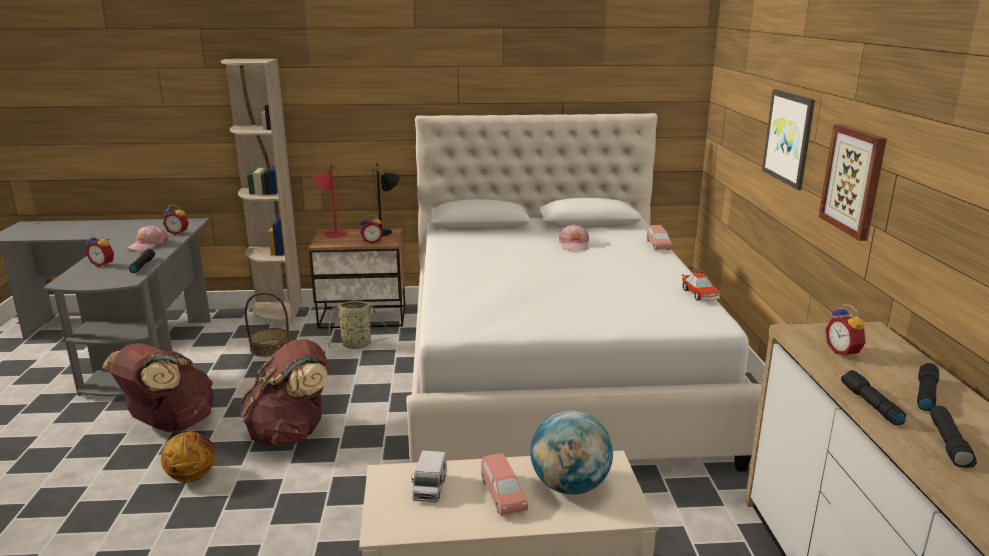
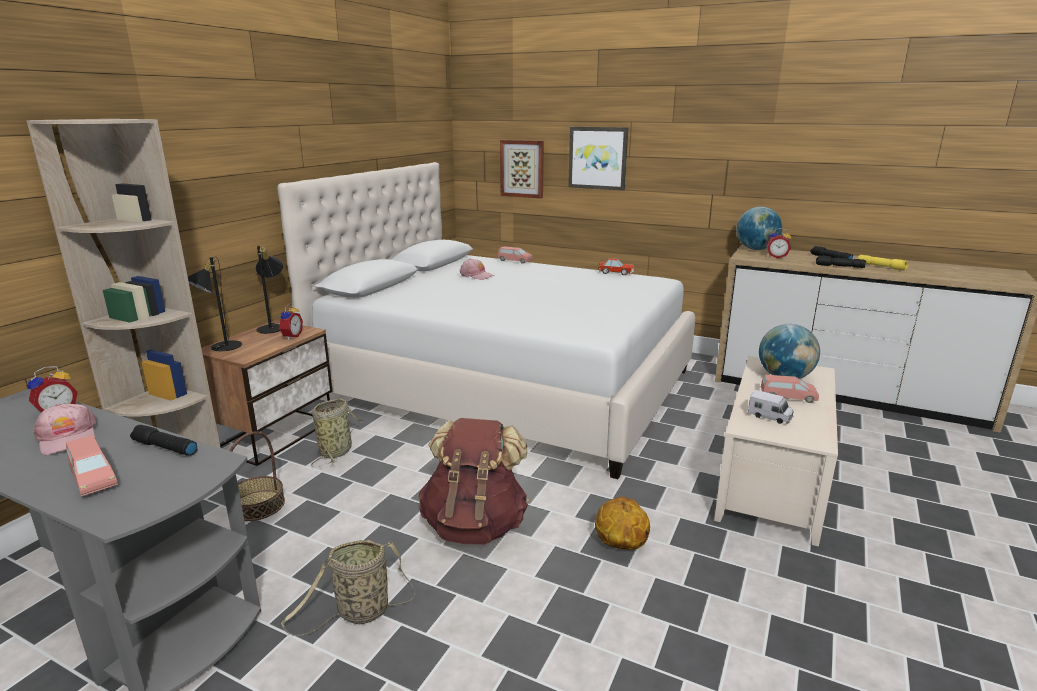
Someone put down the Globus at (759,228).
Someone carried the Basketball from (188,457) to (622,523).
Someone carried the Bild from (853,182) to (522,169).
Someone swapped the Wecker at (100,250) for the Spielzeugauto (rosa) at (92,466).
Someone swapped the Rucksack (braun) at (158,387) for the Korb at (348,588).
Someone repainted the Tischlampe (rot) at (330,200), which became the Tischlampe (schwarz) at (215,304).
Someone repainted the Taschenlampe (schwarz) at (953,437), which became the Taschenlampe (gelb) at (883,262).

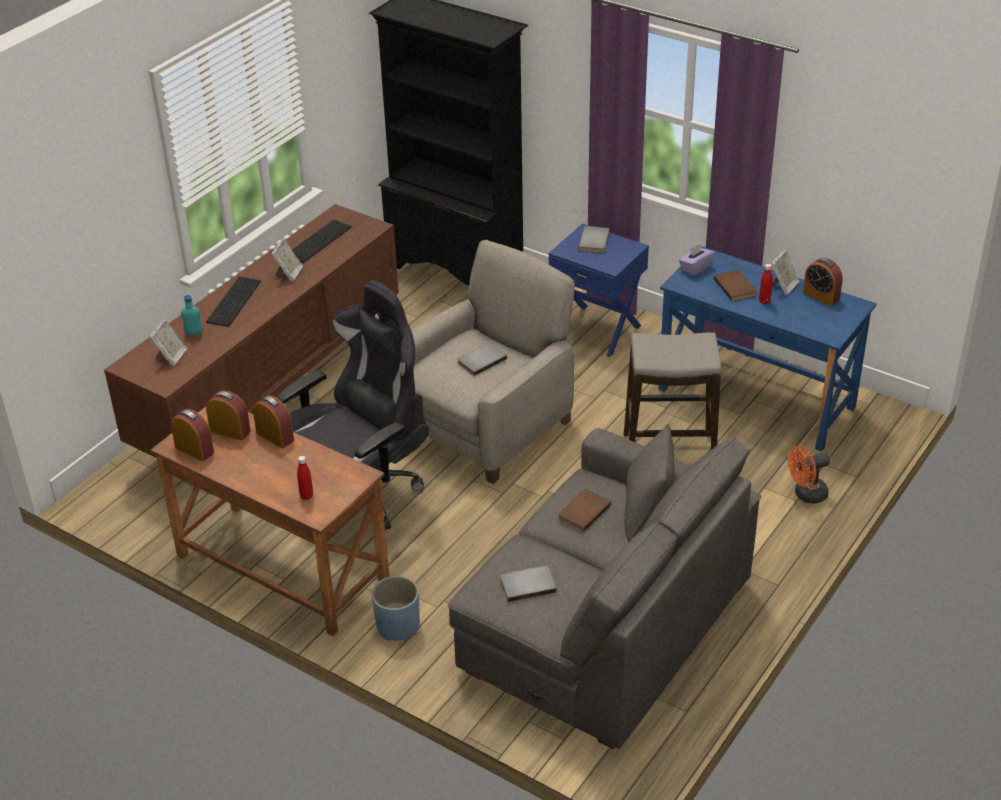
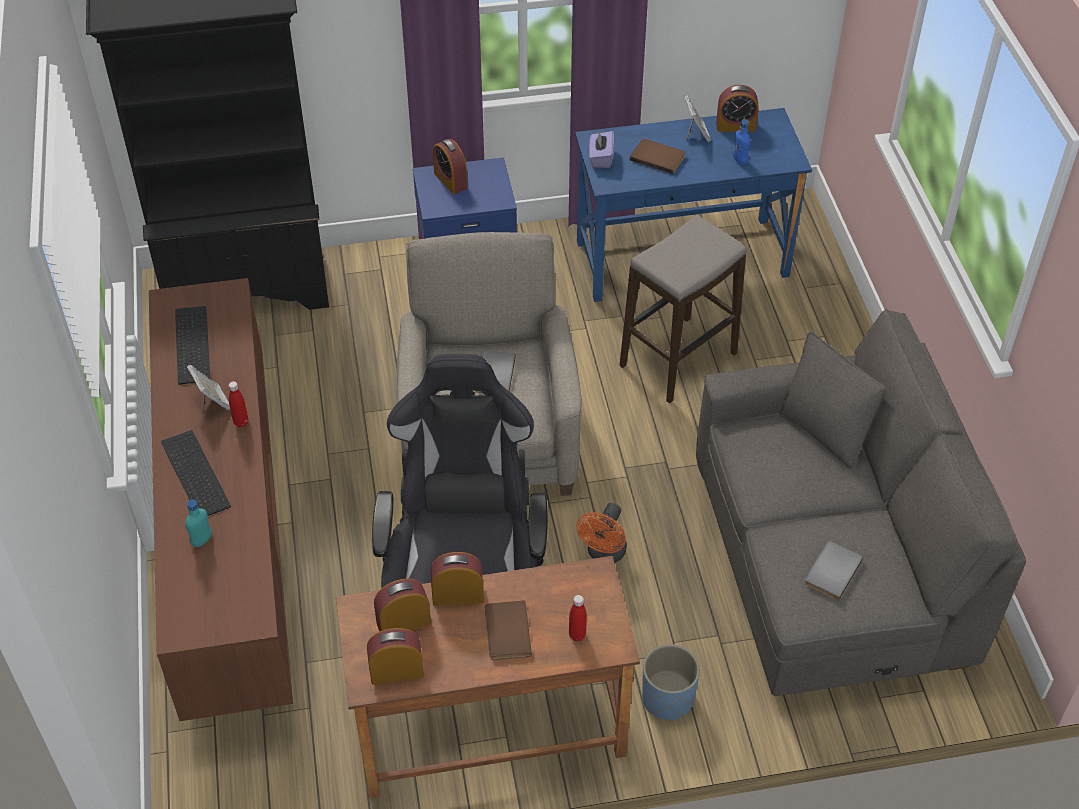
Someone took away the Bilderrahmen at (168,342).
Someone put down the Flasche (blau) at (742,142).
Someone carried the Buch (braun) from (584,510) to (508,630).
Someone carried the Flasche (rot) from (766,284) to (238,404).
Someone carried the Ventilator (orange) from (809,474) to (601,533).
Someone swapped the Buch (grau) at (594,239) for the Wecker at (450,166).

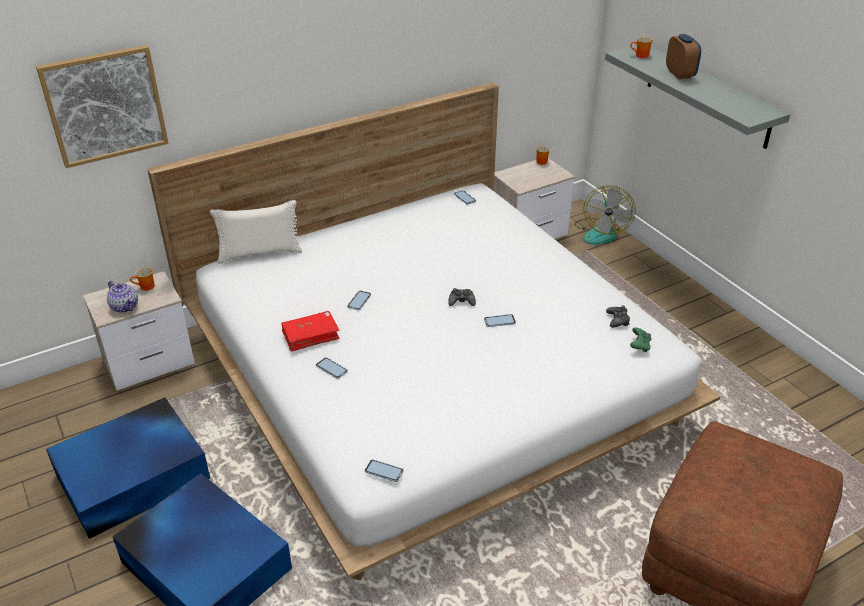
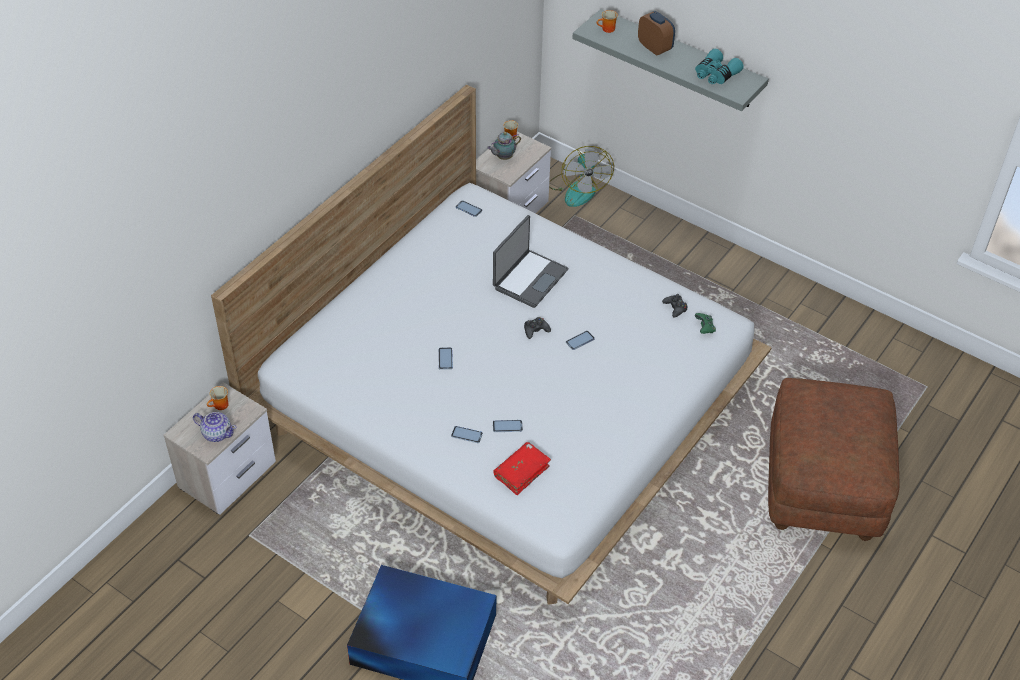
Someone took away the Bild at (102,106).
Someone took away the Aufbewahrungsbox (blau) at (128,468).
Someone took away the Kissen (weiß) at (255,232).
Someone put down the Teekanne at (504,146).
Someone put down the Laptop at (530,261).
Someone put down the Fernglas (türkis) at (719,66).
Someone carried the Buch (rot) from (310,331) to (522,468).
Someone carried the Handy from (384,471) to (508,426).

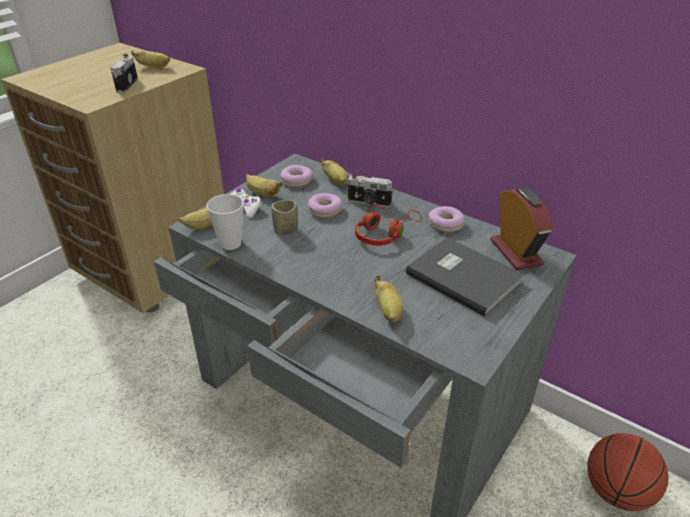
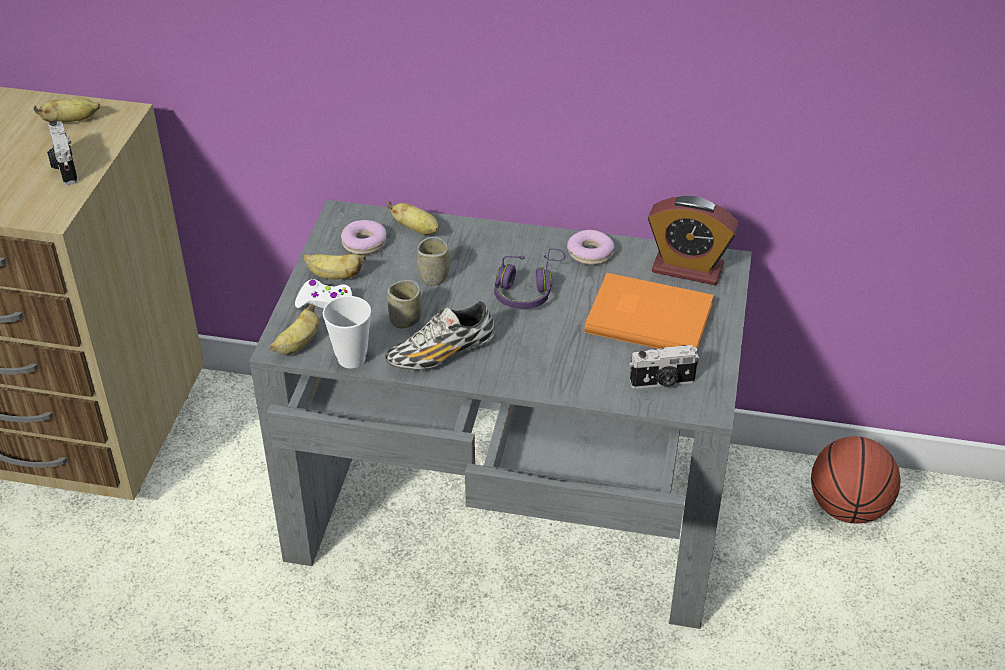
Someone took away the Banane at (388,298).
Someone put down the Schuh at (439,335).
Someone carried the Kamera from (370,191) to (664,367).
Someone swapped the Donut at (325,205) for the Tasse at (433,261).
Someone repainted the Kopfhörer (rot) at (388,225), which became the Kopfhörer (lila) at (529,279).
Someone repainted the Buch (grau) at (465,277), which became the Buch (orange) at (649,311).
Someone rotated the Wecker at (522,229) by 150 degrees clockwise.

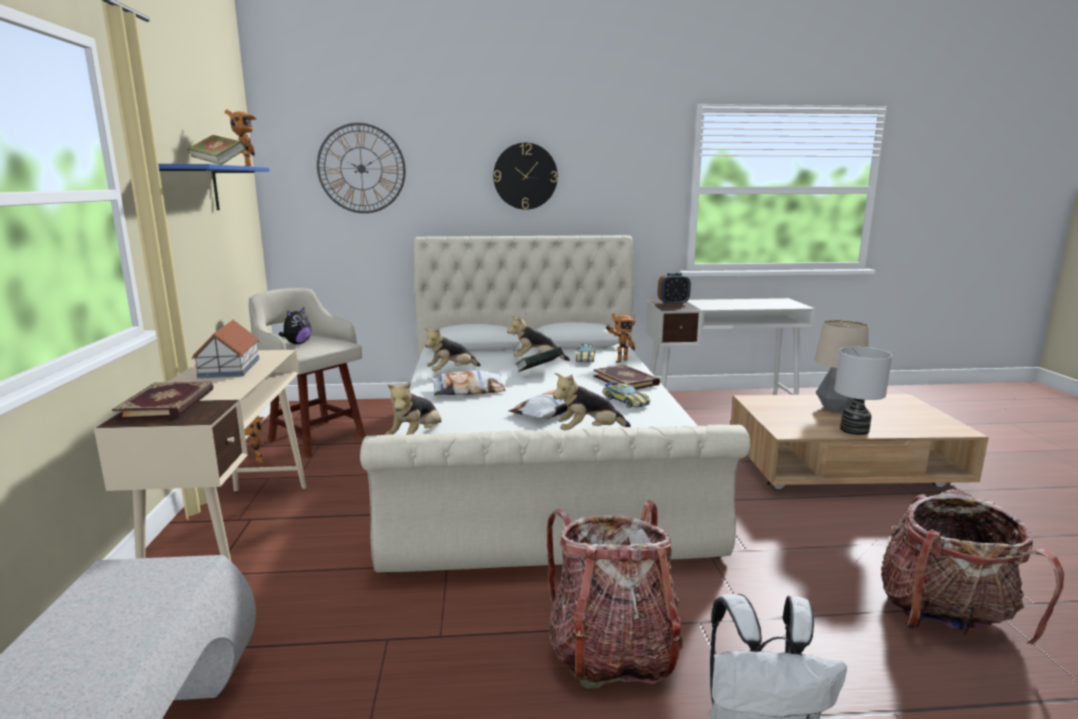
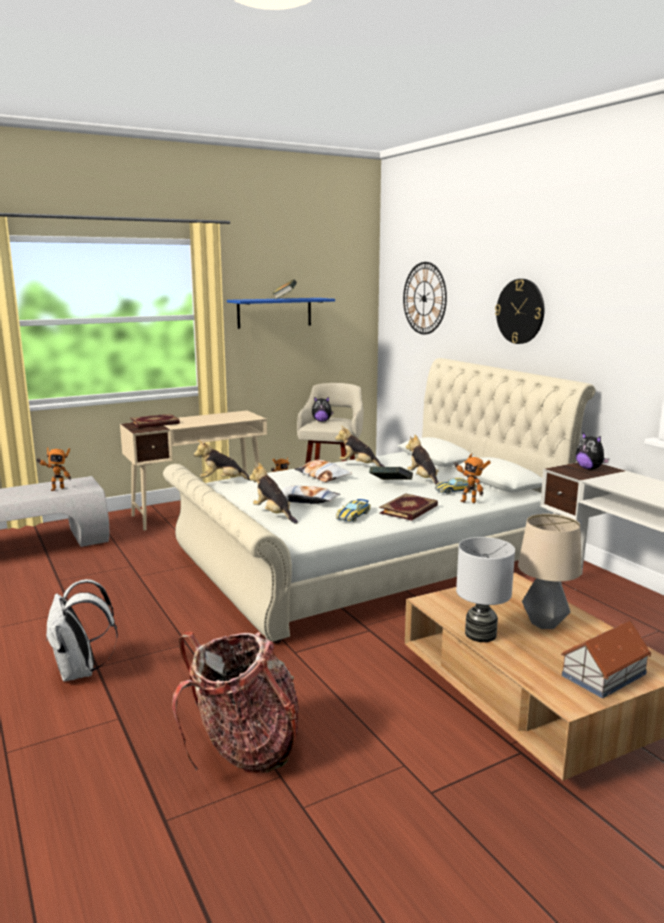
Someone took away the Rucksack at (615,594).
Someone carried the Spielzeughaus from (225,349) to (606,659).
Someone carried the Spielzeugroboter from (241,137) to (53,469).
Someone swapped the Wecker at (674,289) for the Plüschtier at (593,451).

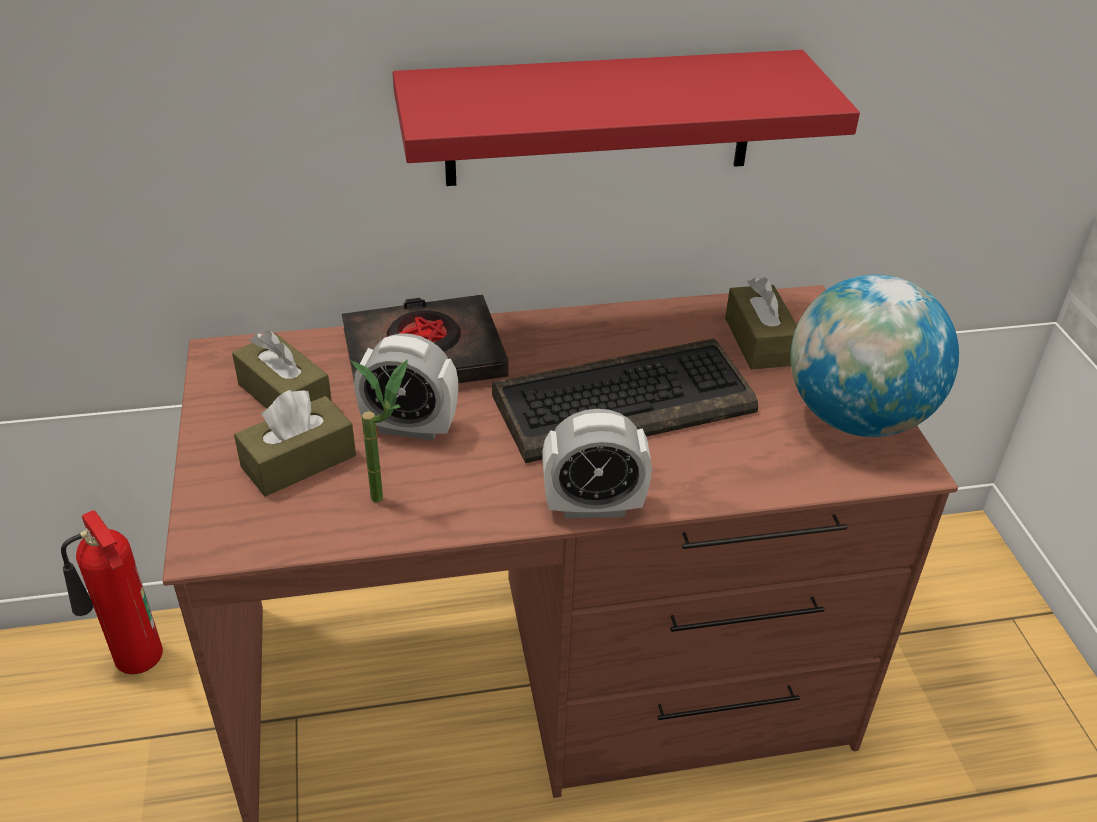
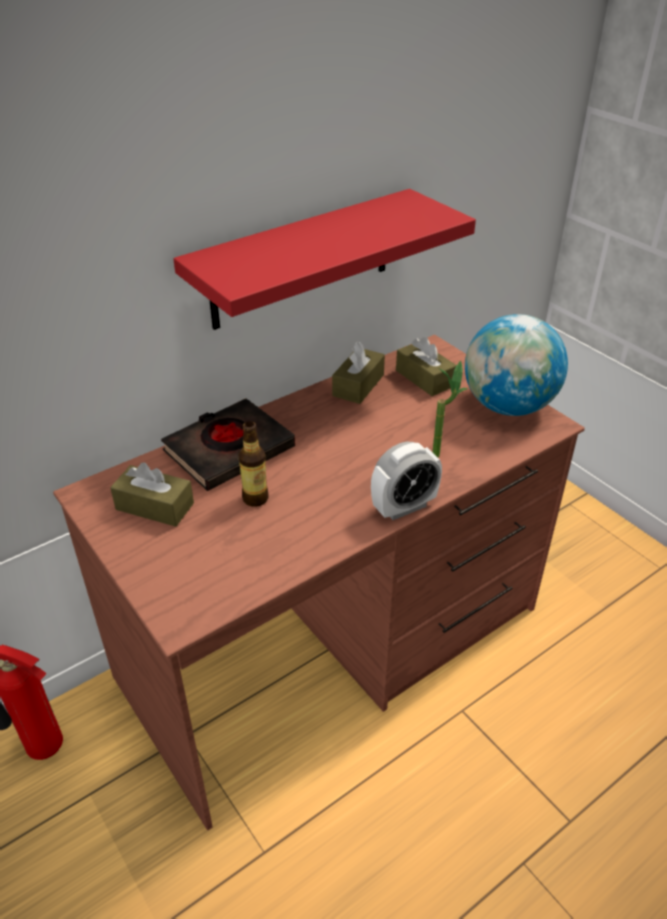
Someone took away the Tastatur at (625,401).
Someone carried the Taschentuchbox (braun) from (295,443) to (358,373).
Someone carried the Topfpflanze from (379,431) to (450,408).
Someone swapped the Wecker at (406,387) for the Flasche at (253,464).

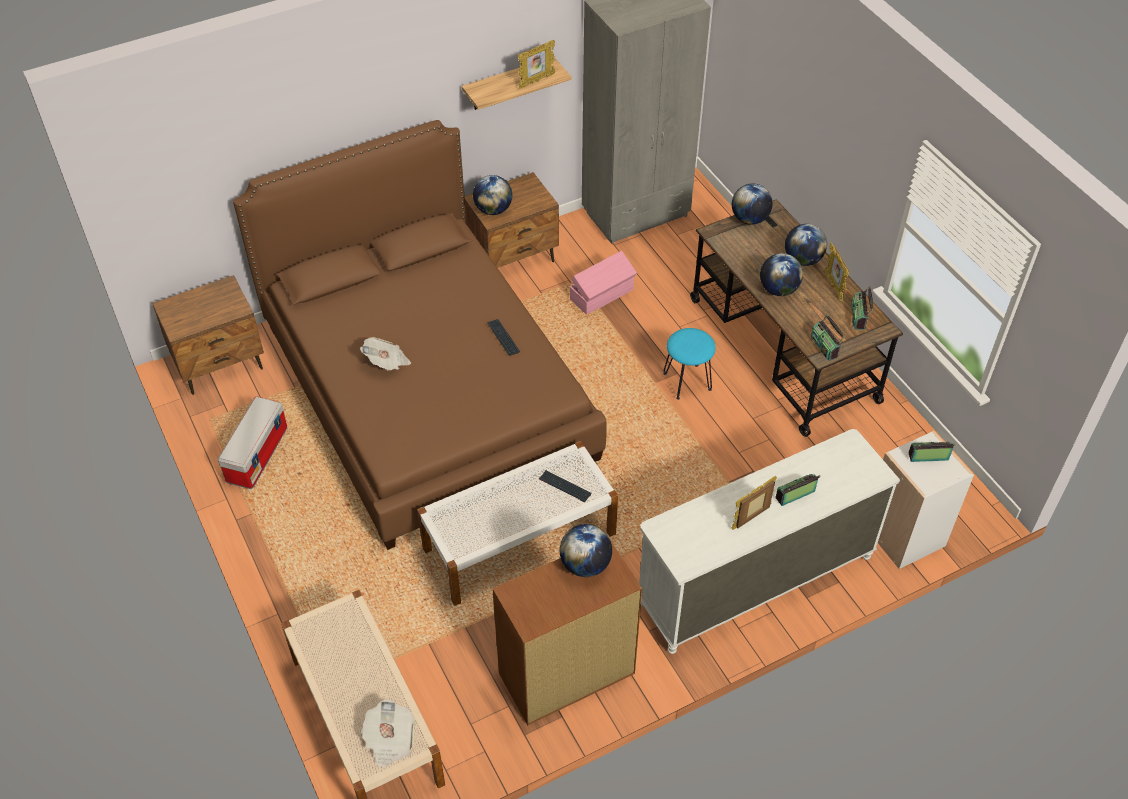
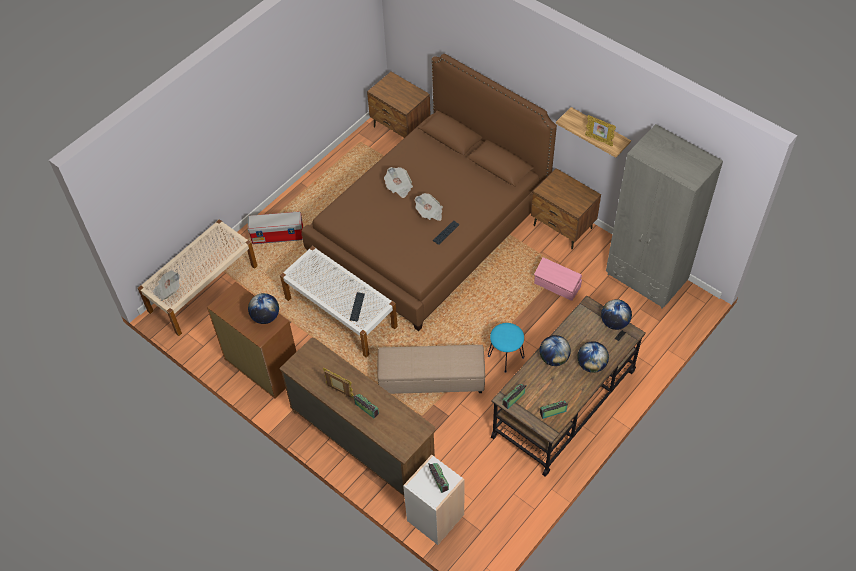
Someone took away the Globus at (492,195).
Someone took away the Bilderrahmen at (836,272).
Someone put down the Polsterhocker (beige) at (431,369).
Someone put down the Zeitung at (429,207).
Someone carried the Aufbewahrungsbox from (252,443) to (275,227).
Someone repainted the Kommode (weiß) at (769,541), which became the Kommode (braun) at (357,418).

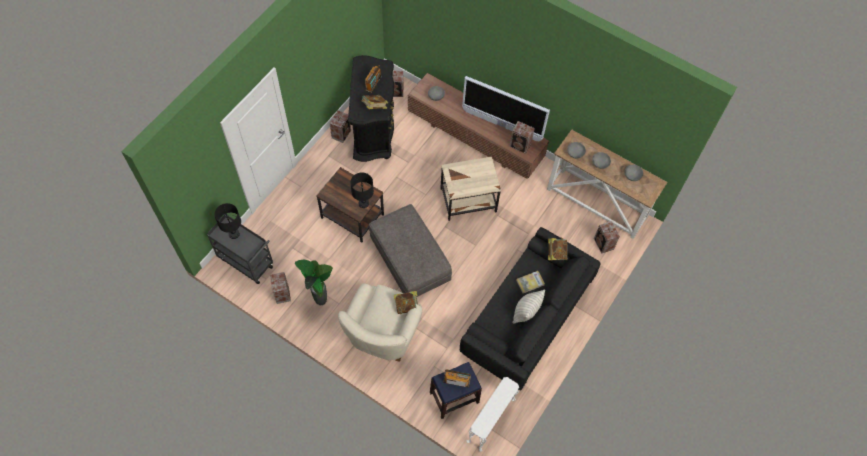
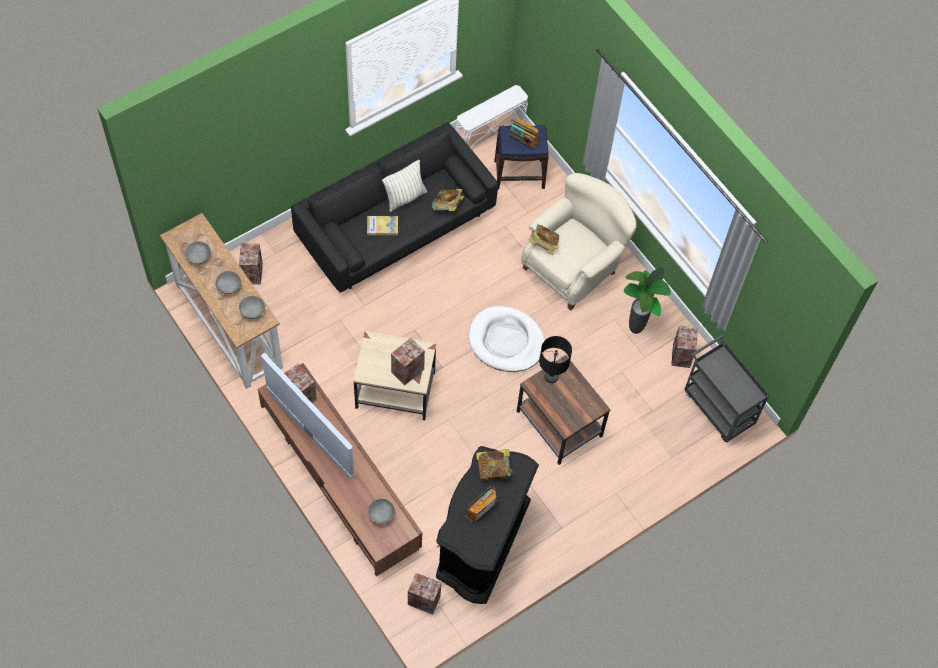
Someone took away the Tischlampe (schwarz) at (227,221).
Someone carried the Lautsprecher from (340,126) to (408,361).
Someone carried the Buch from (558,249) to (448,200).
Someone swapped the Polsterhocker (grau) at (410,250) for the Hundebett (weiß) at (507,339).

